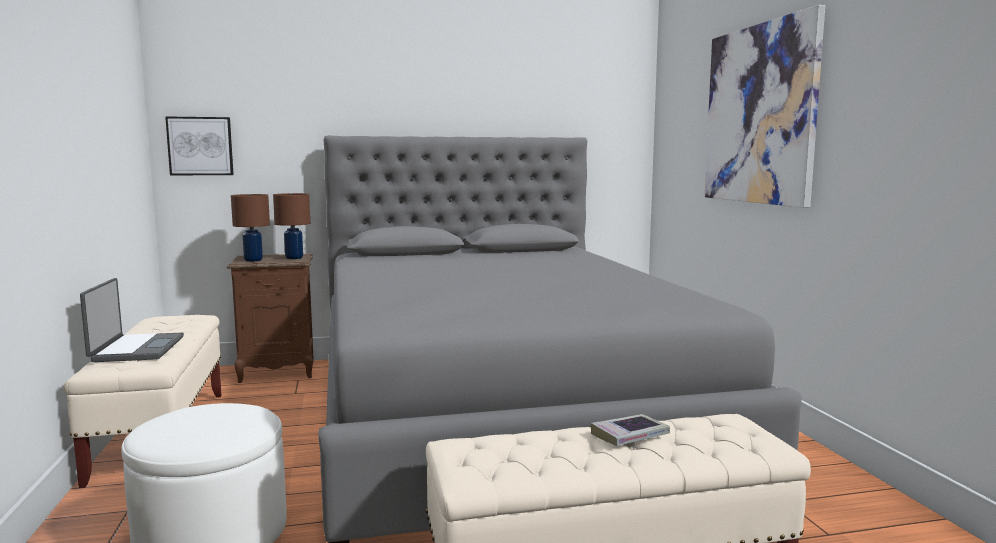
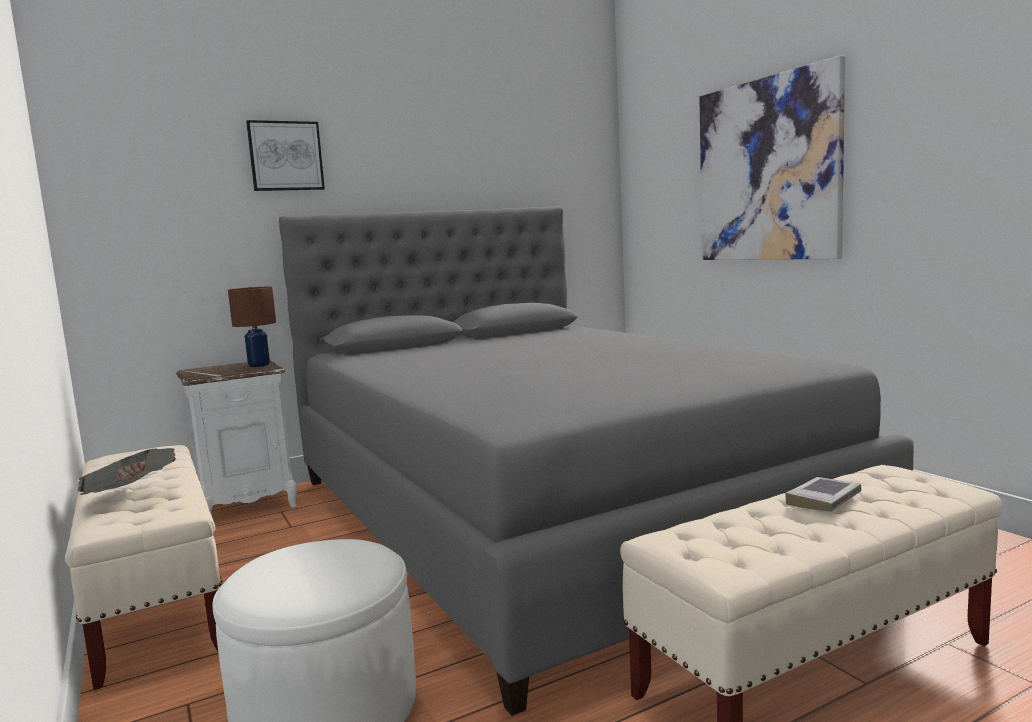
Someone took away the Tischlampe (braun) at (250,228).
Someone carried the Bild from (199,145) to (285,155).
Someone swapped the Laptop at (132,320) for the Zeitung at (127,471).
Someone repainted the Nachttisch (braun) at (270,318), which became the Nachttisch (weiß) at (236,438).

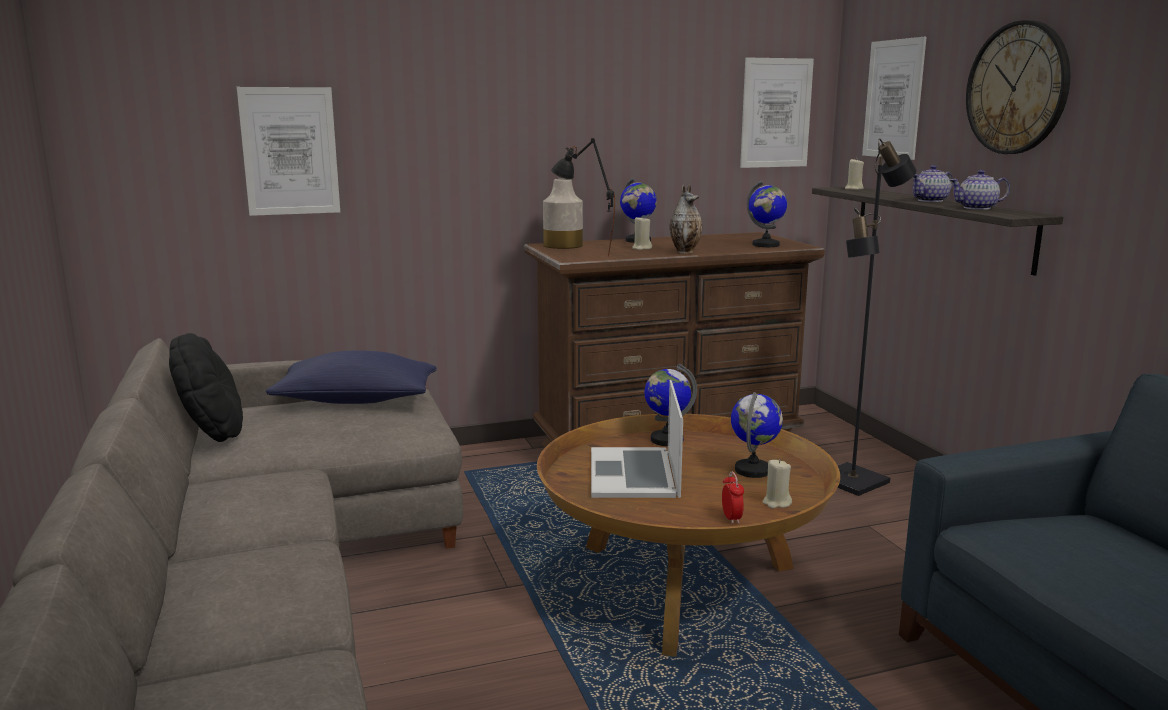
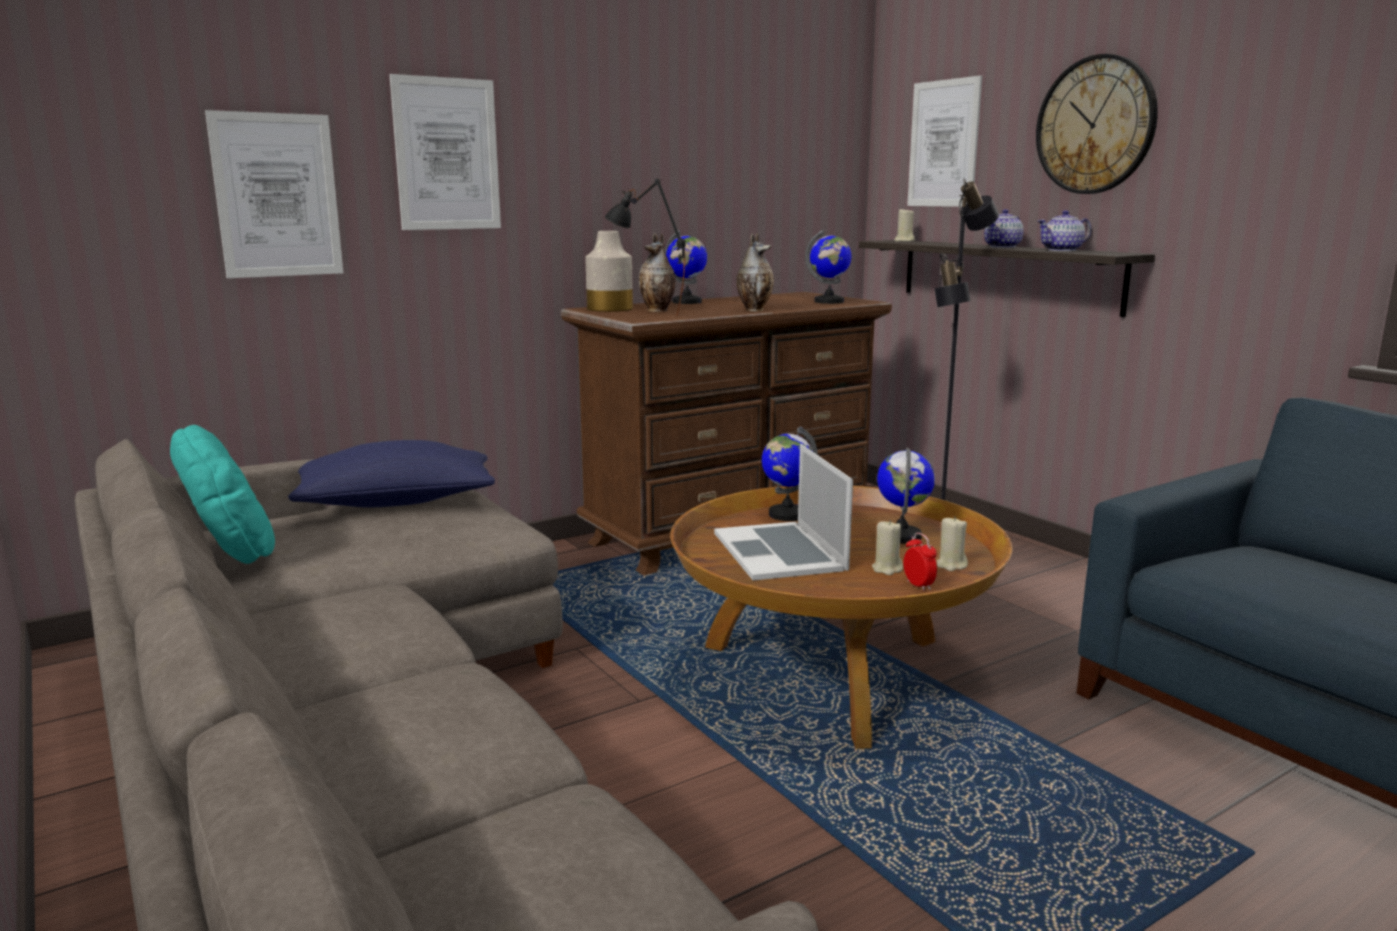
Someone put down the Vase at (657,272).
Someone carried the Kerze (beige) from (642,233) to (887,547).
Someone carried the Bild from (777,112) to (445,152).
Someone repainted the Kissen (schwarz) at (206,387), which became the Kissen (türkis) at (222,494).

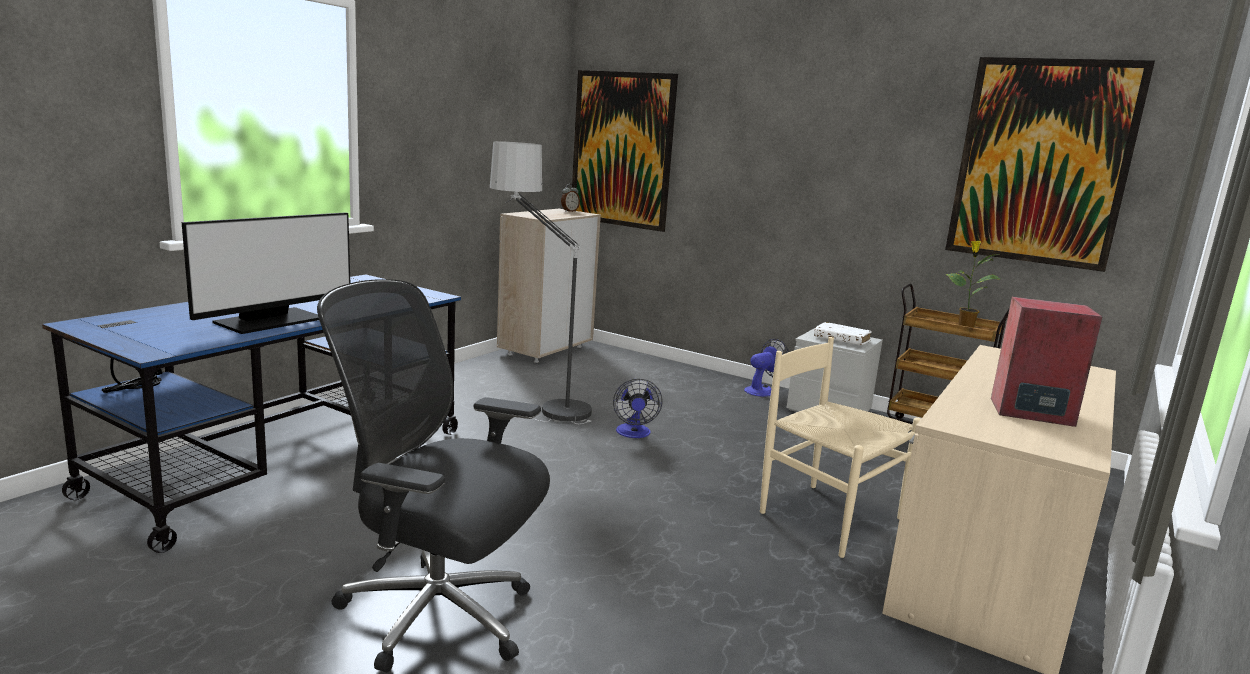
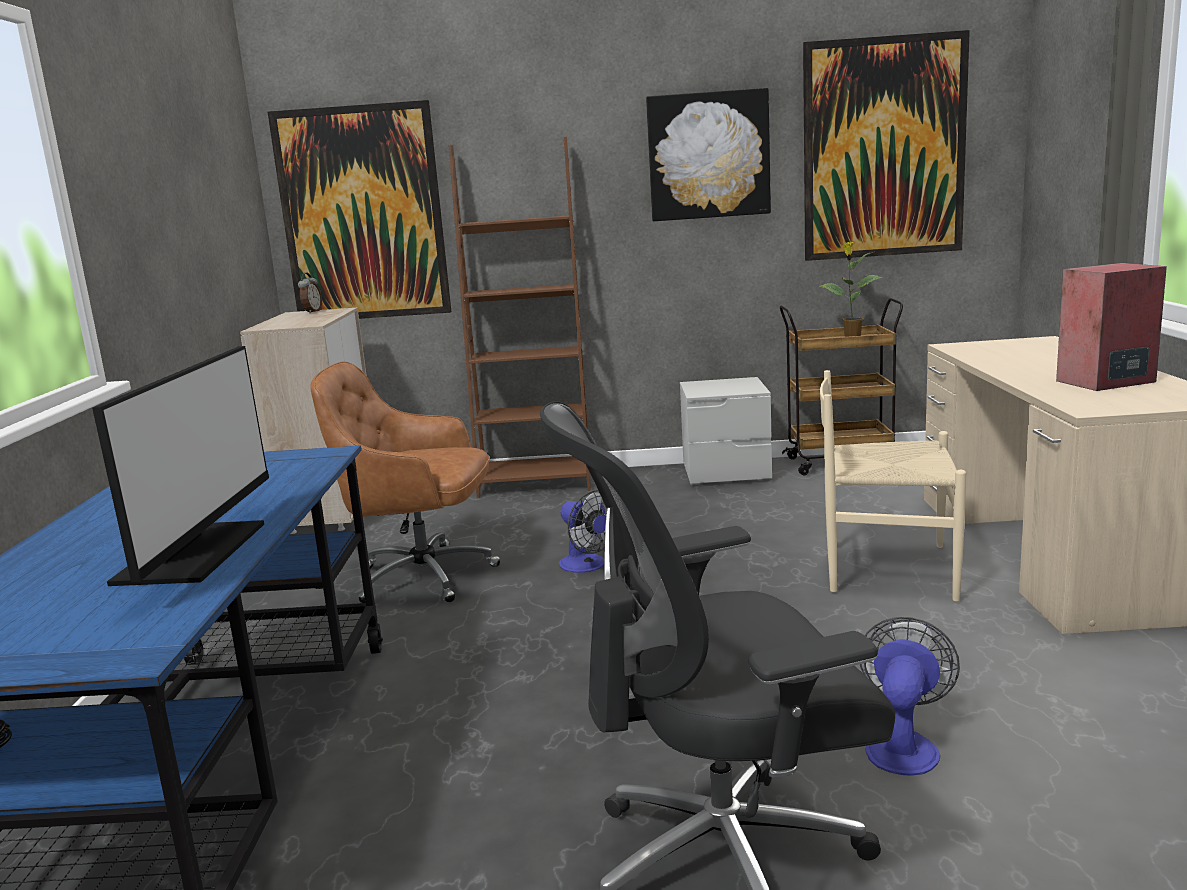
Someone took away the Buch (weiß) at (843,333).
Someone put down the Bücherregal (braun) at (520,317).
Someone put up the Bild at (708,154).
Someone carried the Ventilator from (766,368) to (910,696).
Someone swapped the Stehlampe at (541,282) for the Bürostuhl (braun) at (405,482).

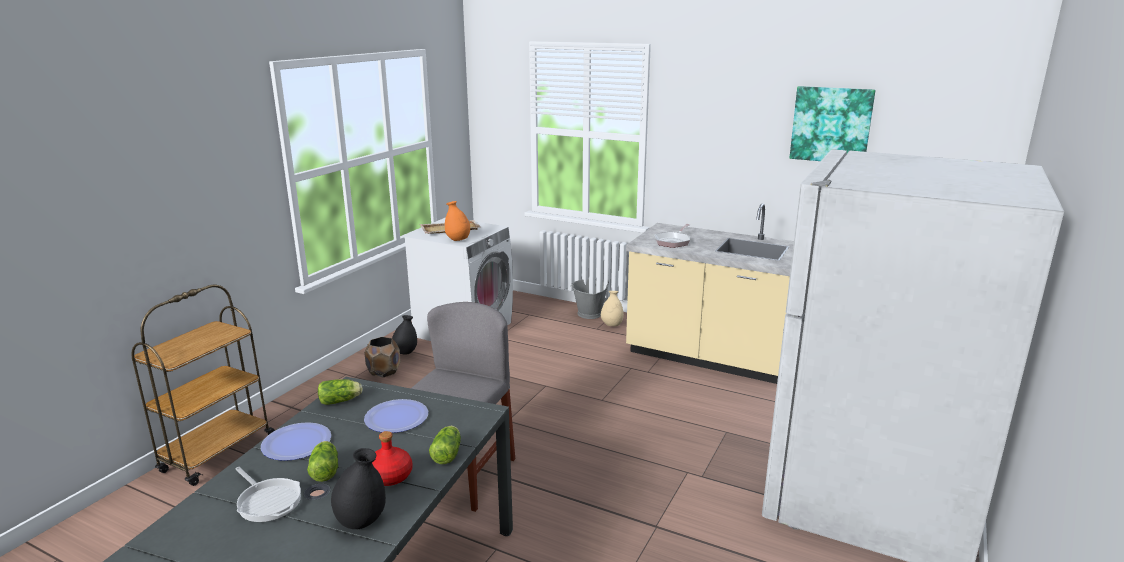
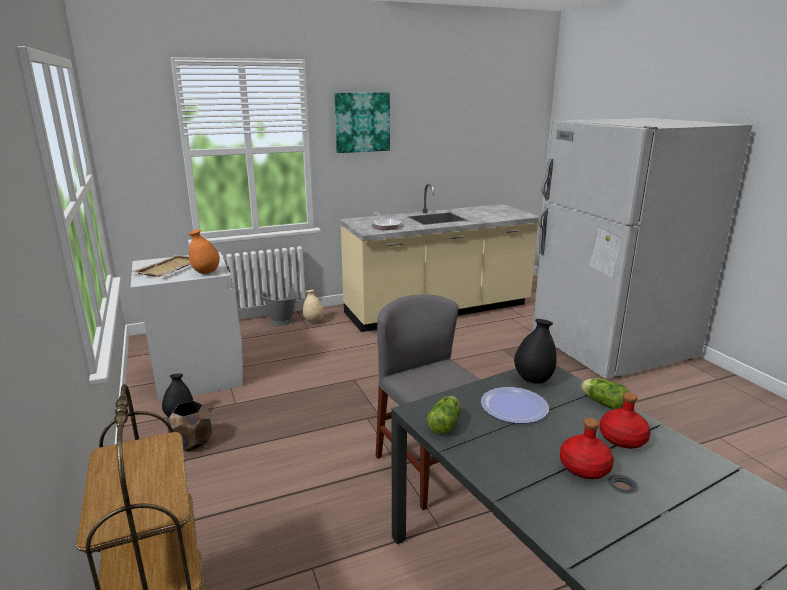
Someone took away the Pfanne at (268,494).
Someone took away the Teller at (296,441).
Someone carried the Vase (schwarz) from (358,488) to (535,351).
Someone carried the Bild from (832,123) to (362,122).
Someone swapped the Salatkopf at (322,461) for the Flasche (rot) at (587,448).

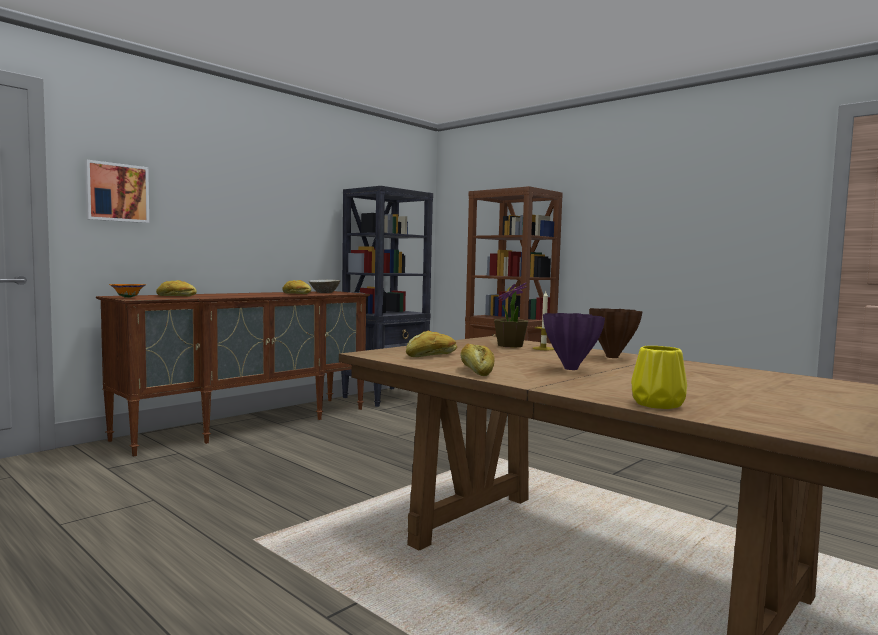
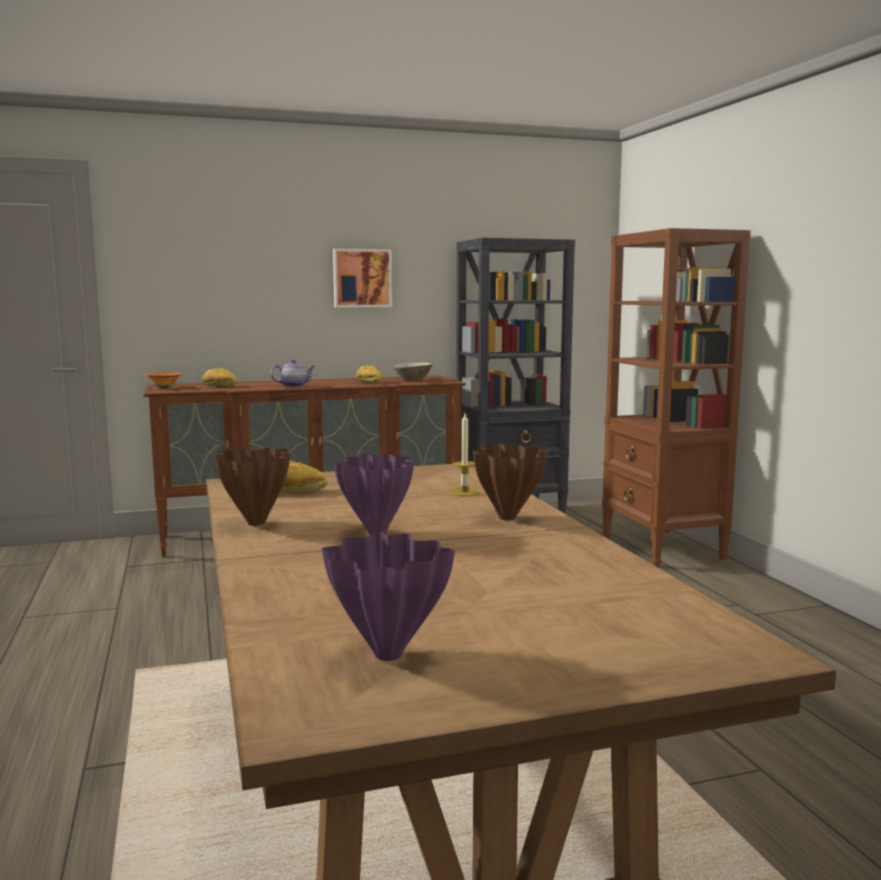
Someone took away the Topfpflanze at (511,315).
Someone took away the Vase (gelb) at (659,377).
Someone put down the Teekanne at (293,373).
Someone put down the Vase (lila) at (388,596).
Someone carried the Bild from (116,191) to (362,277).
Someone swapped the Brot at (478,360) for the Vase (braun) at (252,487).

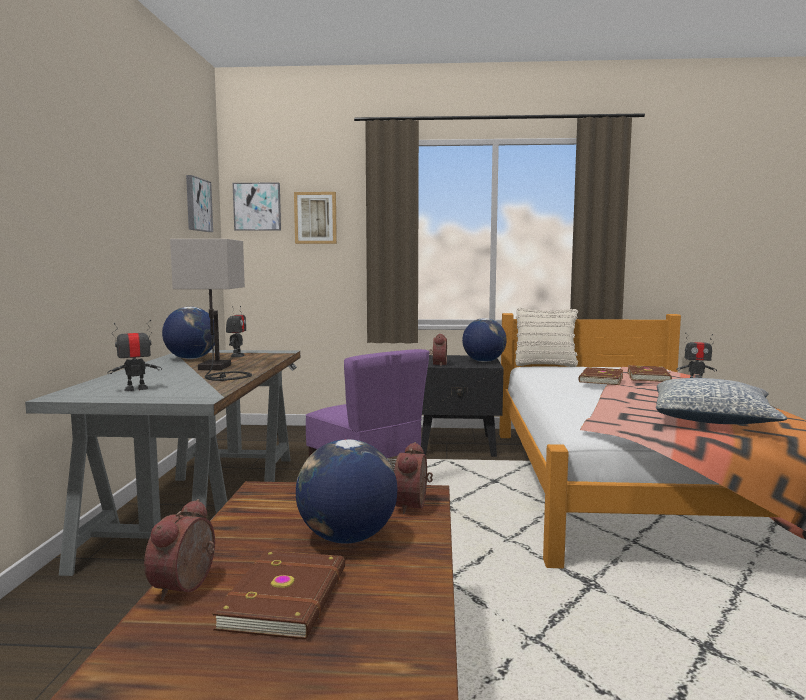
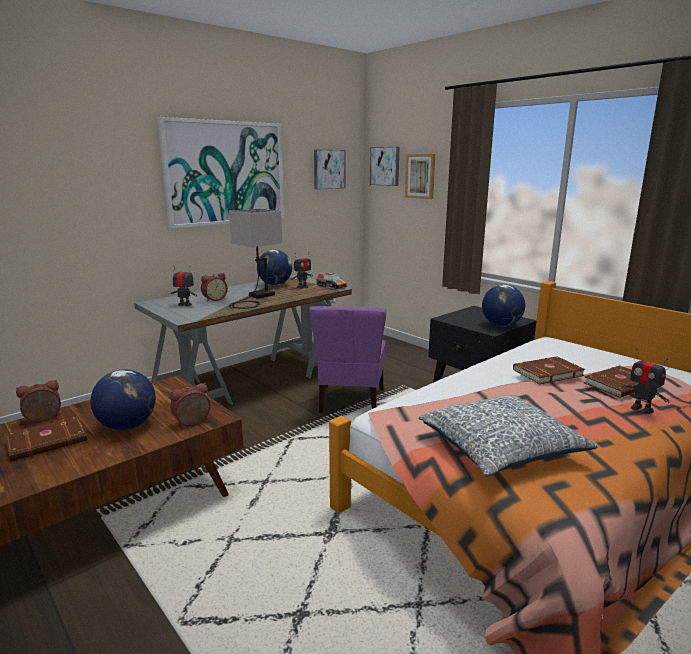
Someone took away the Kissen (beige) at (547,337).
Someone put up the Bild at (220,173).
Someone put down the Spielzeuglaster at (331,281).
Someone carried the Wecker from (438,350) to (214,287).

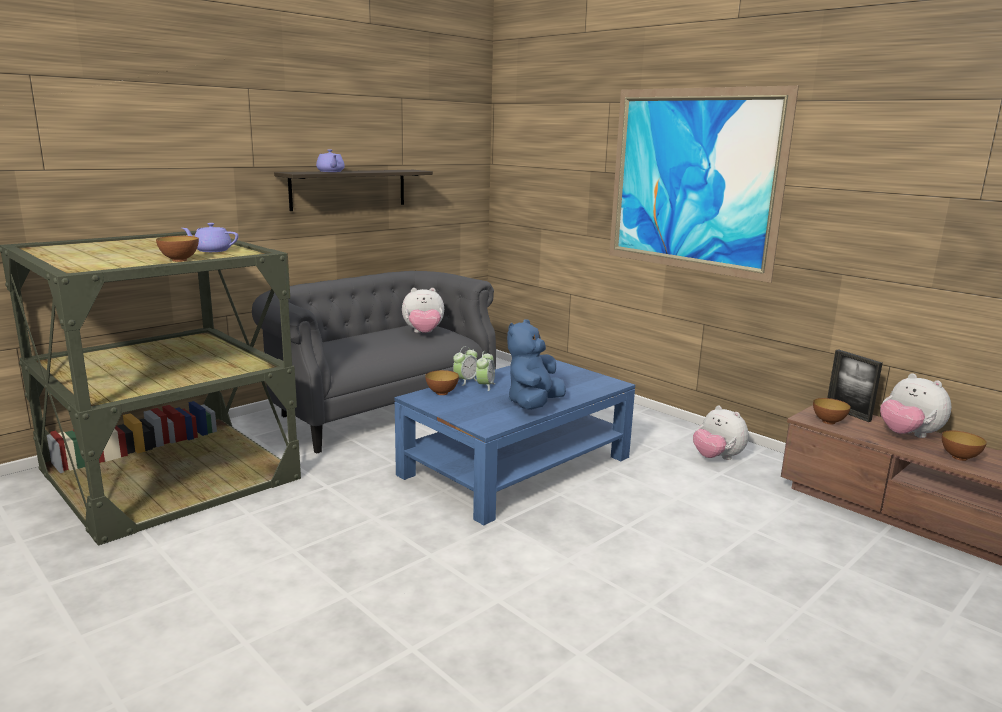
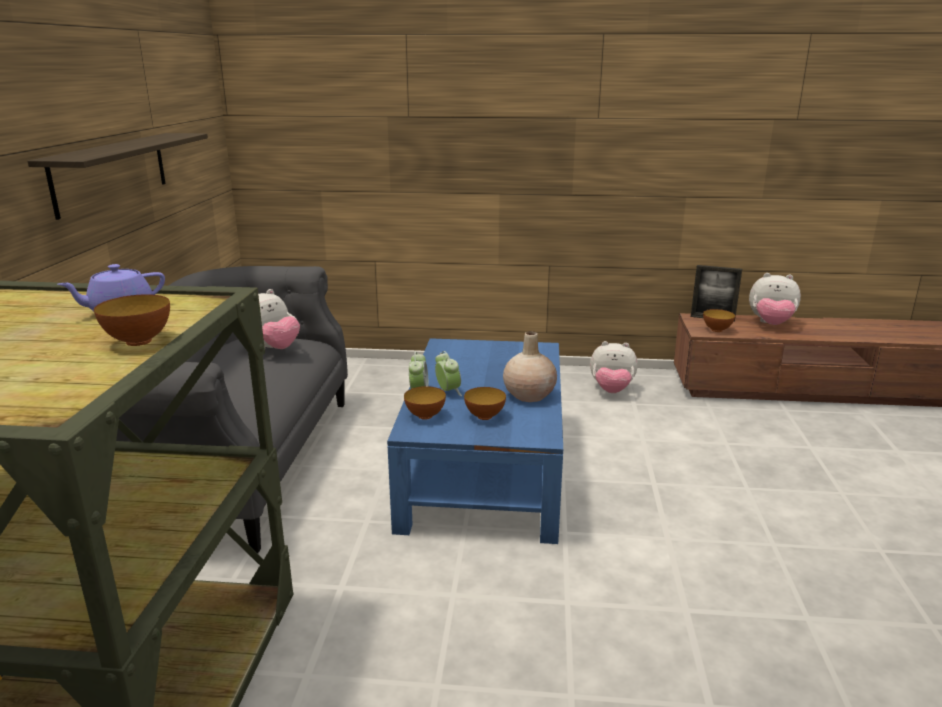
Someone took away the Teekanne (lila) at (330,160).
Someone took away the Bild at (704,184).
Someone carried the Schüssel from (964,445) to (485,403).
Someone swapped the Plüschtier (blau) at (536,364) for the Vase (beige) at (530,366).

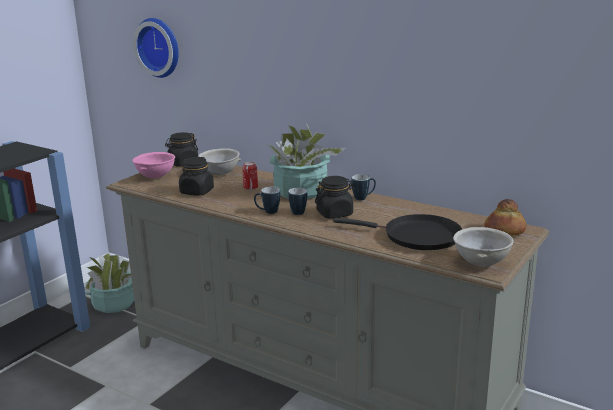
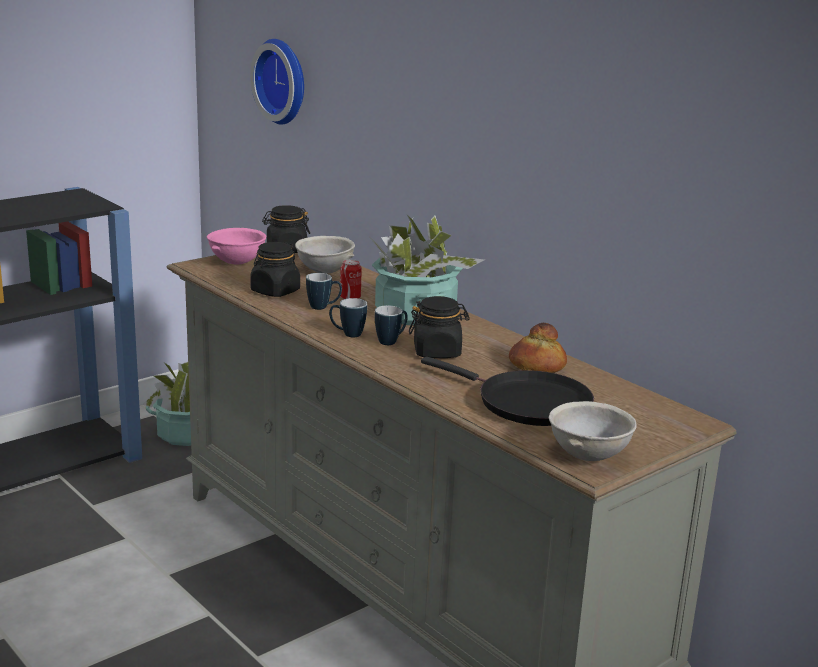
Someone carried the Henkelbecher from (363,187) to (324,291).
Someone carried the Brot from (505,217) to (538,348).

